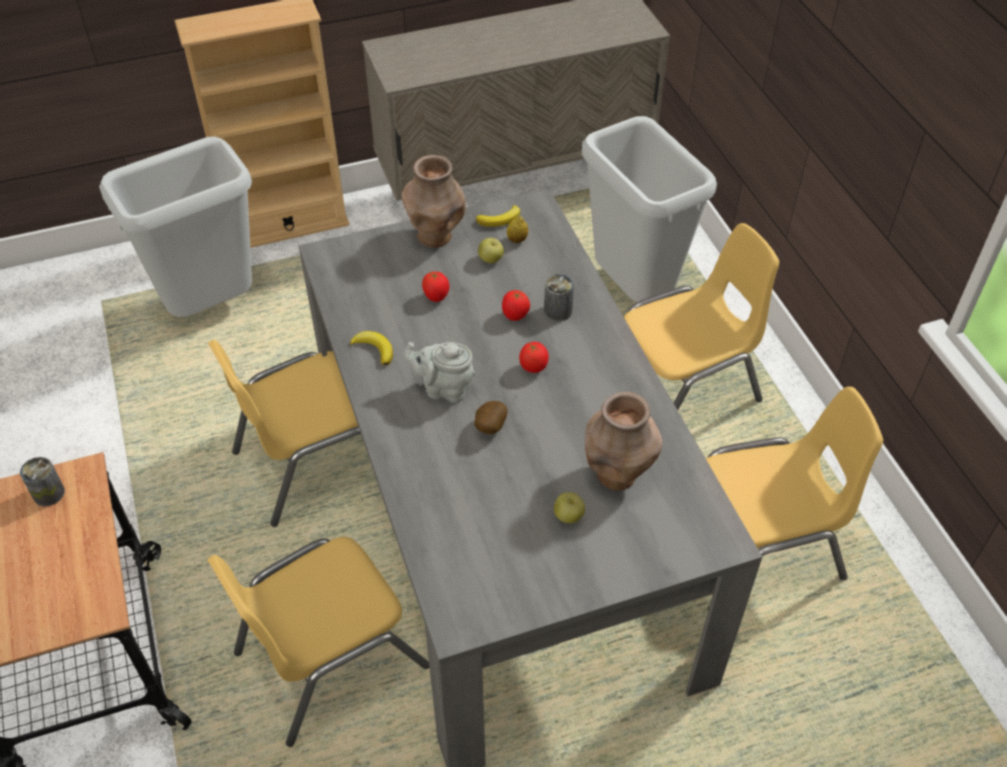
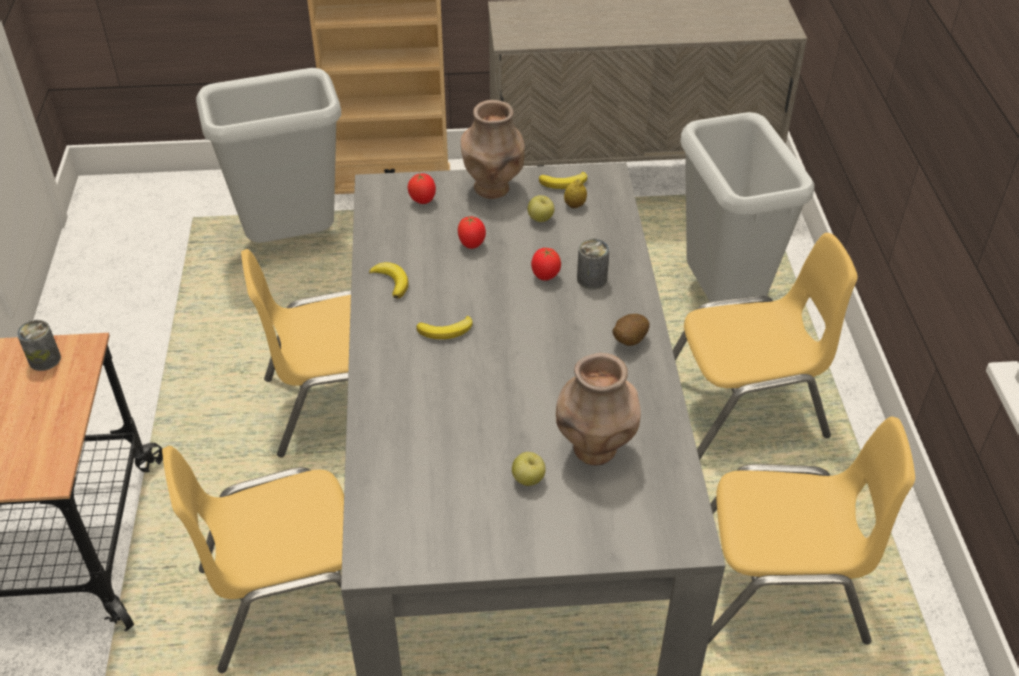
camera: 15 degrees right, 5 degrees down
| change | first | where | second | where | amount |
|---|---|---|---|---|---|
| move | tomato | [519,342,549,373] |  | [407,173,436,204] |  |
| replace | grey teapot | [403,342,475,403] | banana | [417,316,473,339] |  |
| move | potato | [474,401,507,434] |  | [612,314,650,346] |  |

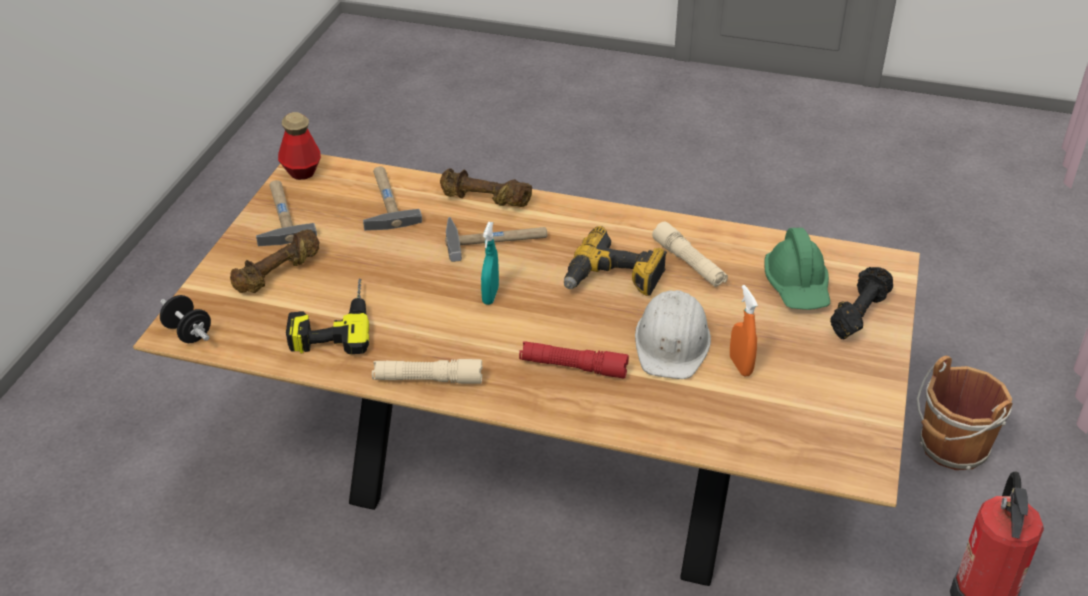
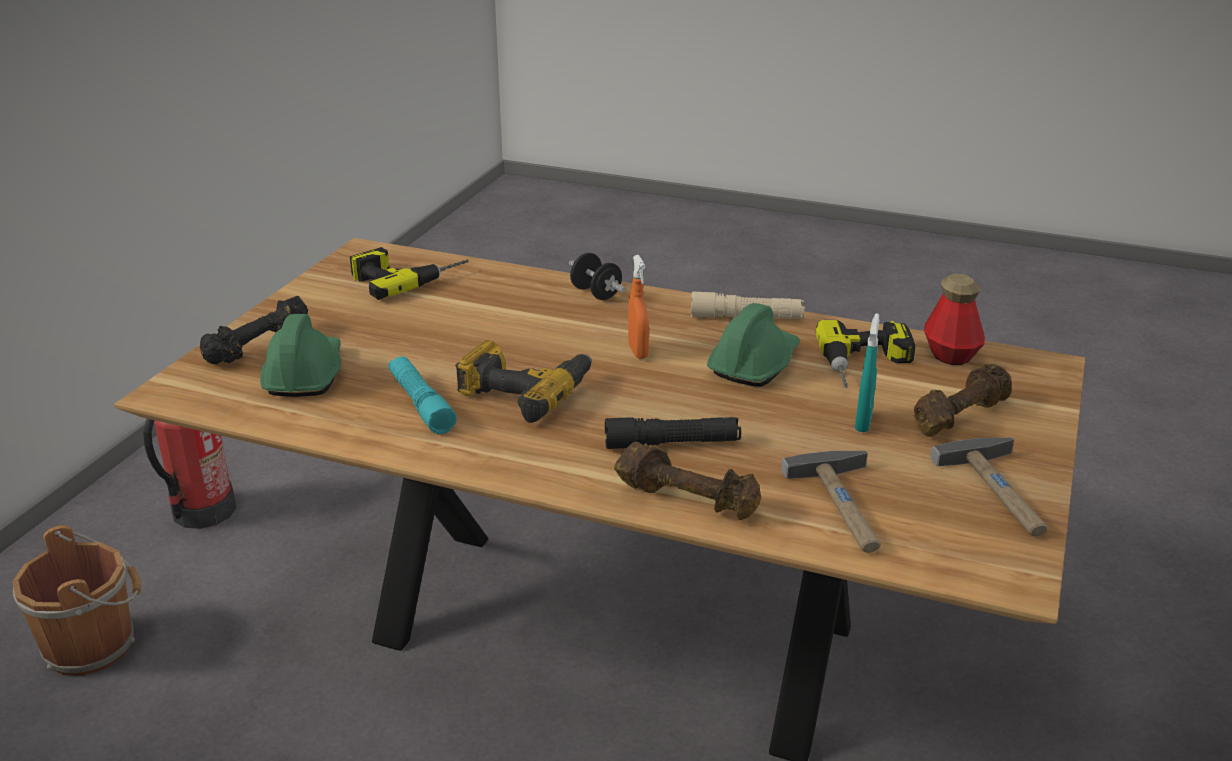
camera: 175 degrees left, 10 degrees down
| change | first | where | second | where | amount |
|---|---|---|---|---|---|
| insert |  |  | power drill | [350,247,469,300] |  |
| recolor | beige flashlight | [652,221,728,287] | turquoise flashlight | [389,357,457,434] |  |
| move | black dumbbell | [160,295,211,343] |  | [569,253,626,300] |  |
| replace | hammer | [445,217,548,262] | black flashlight | [605,417,741,449] |  |
| move | orange spray bottle | [730,285,758,376] |  | [628,255,649,359] |  |
| insert |  |  | green hard hat | [707,303,800,387] |  |
| move | turquoise spray bottle | [481,222,499,305] |  | [855,313,880,432] |  |
| move | bottle | [278,112,321,180] |  | [924,274,985,365] |  |
| delete | red flashlight | [519,341,629,378] |  |  |  |
| delete | white hard hat | [635,290,711,379] |  |  |  |

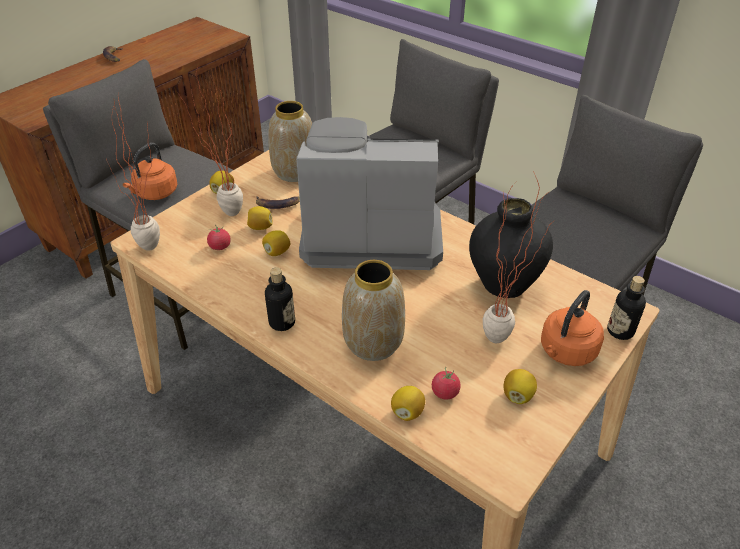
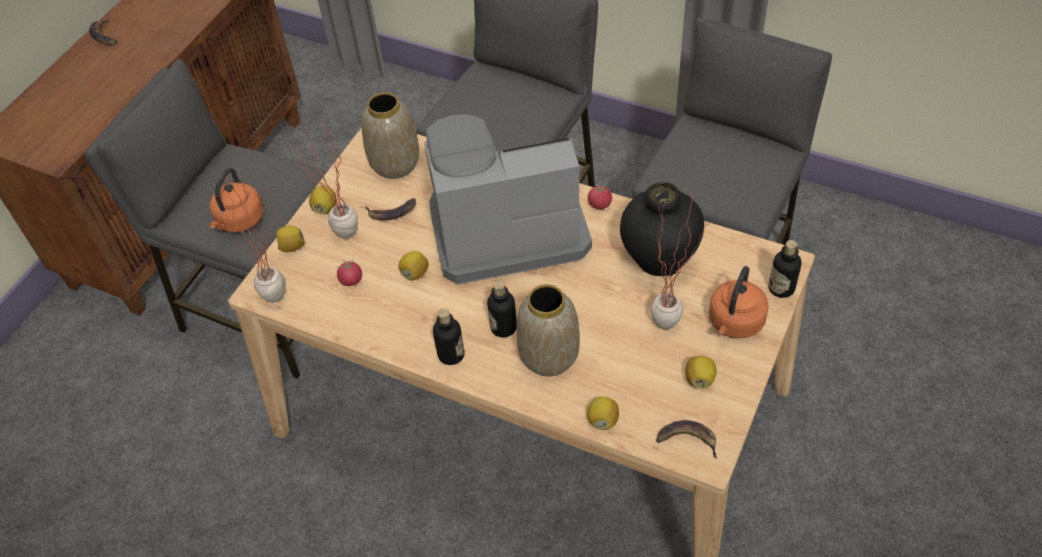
camera: 10 degrees left, 10 degrees up
| change | first | where | second | where | amount |
|---|---|---|---|---|---|
| move | lemon | [247,206,273,230] |  | [276,226,305,252] |  |
| insert |  |  | bottle | [487,281,517,338] |  |
| move | tomato | [432,367,460,400] |  | [588,182,612,209] |  |
| insert |  |  | banana | [656,420,717,459] |  |

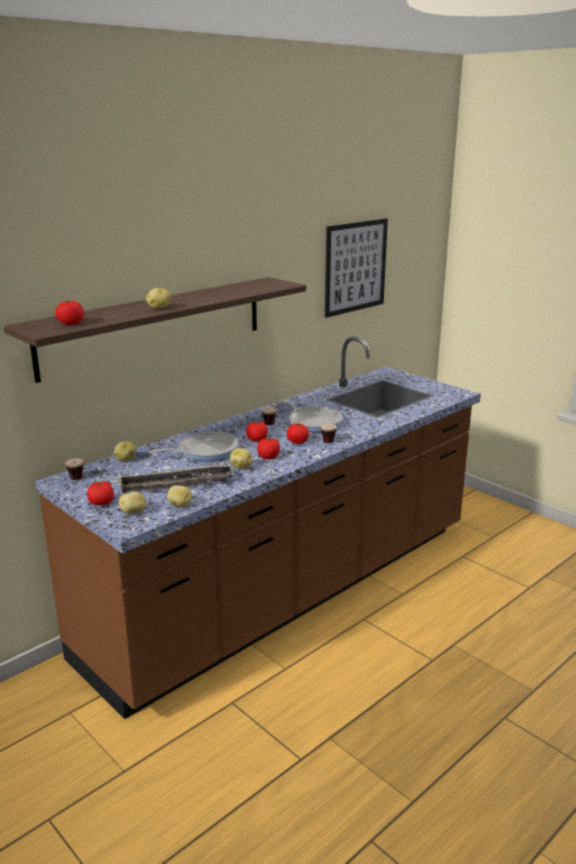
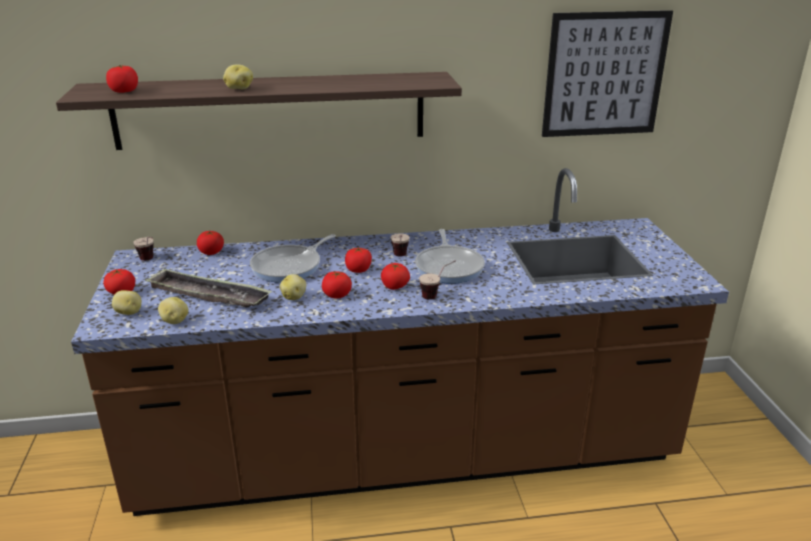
camera: 35 degrees right, 5 degrees up
| change | first | where | second | where | amount |
|---|---|---|---|---|---|
| replace | potato | [114,441,137,461] | tomato | [197,231,224,255] |  |
| rotate | frying pan | [151,432,238,461] |  | [250,234,336,283] | 120 degrees clockwise |

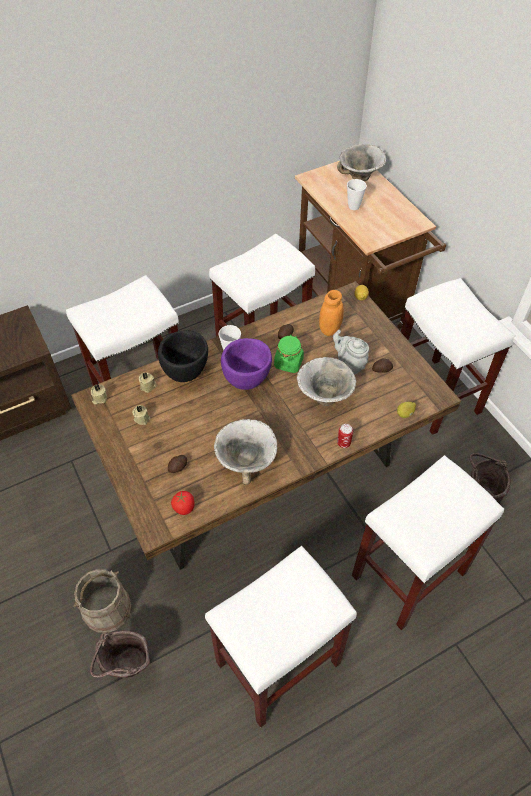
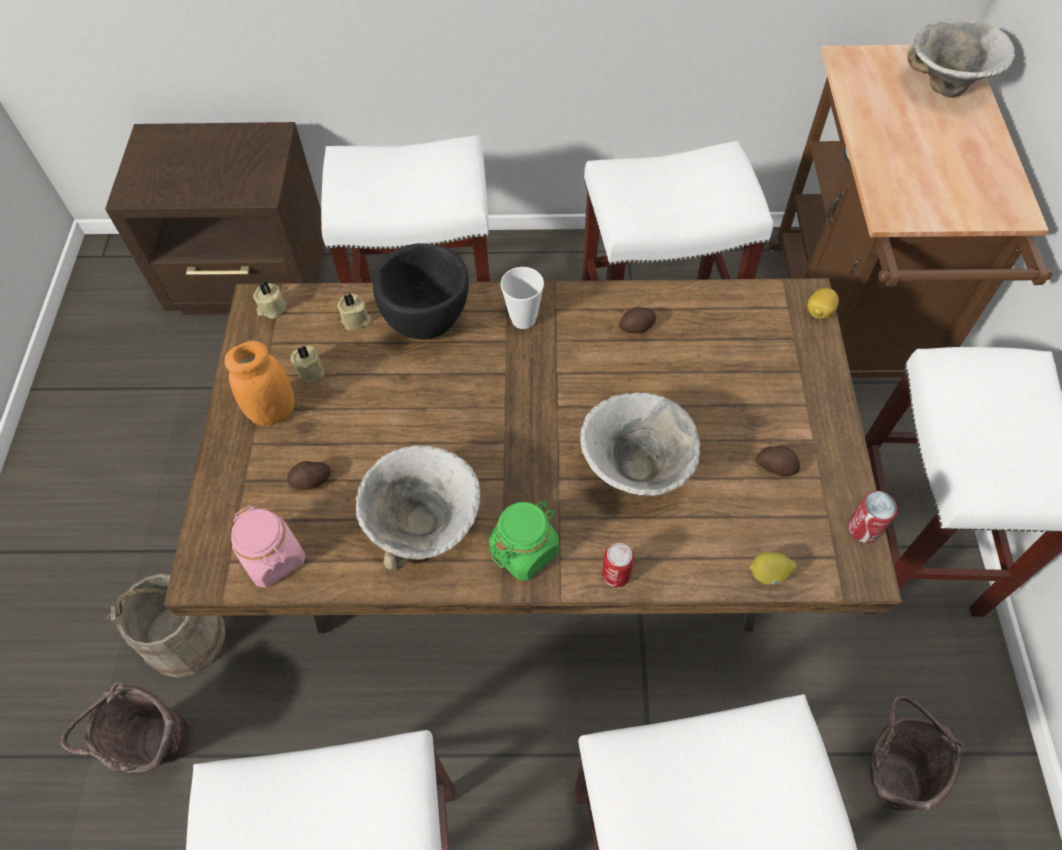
camera: 30 degrees right, 5 degrees up
| change | first | where | second | where | amount |
|---|---|---|---|---|---|
| move | orange jar | [319,290,344,336] |  | [224,341,294,426] |  |
| replace | tomato | [171,491,195,515] | pink jar | [231,506,306,588] |  |
| move | green jar | [274,335,304,373] |  | [489,502,559,581] |  |
| insert |  |  | can | [848,491,898,543] |  |
| delete | purple bowl | [221,338,272,390] |  |  |  |
| delete | grey teapot | [333,330,369,374] |  |  |  |
| delete | cup | [347,179,367,210] |  |  |  |

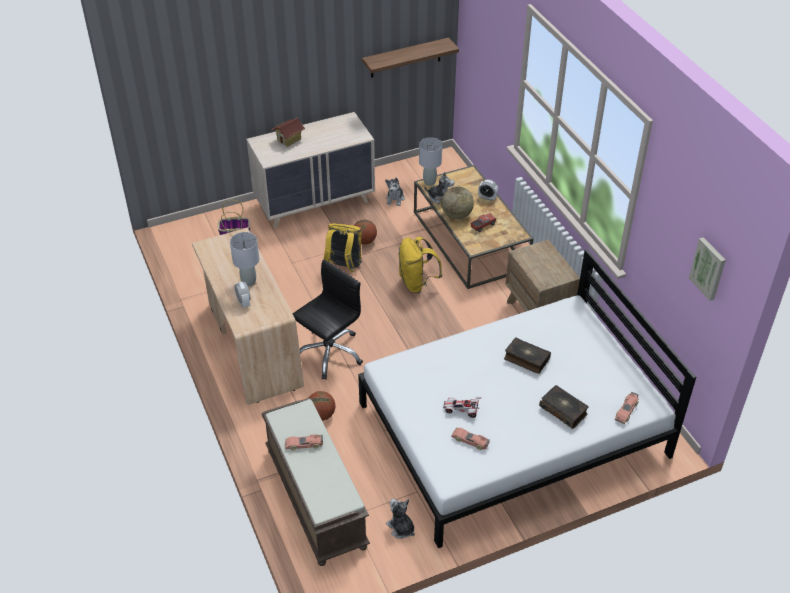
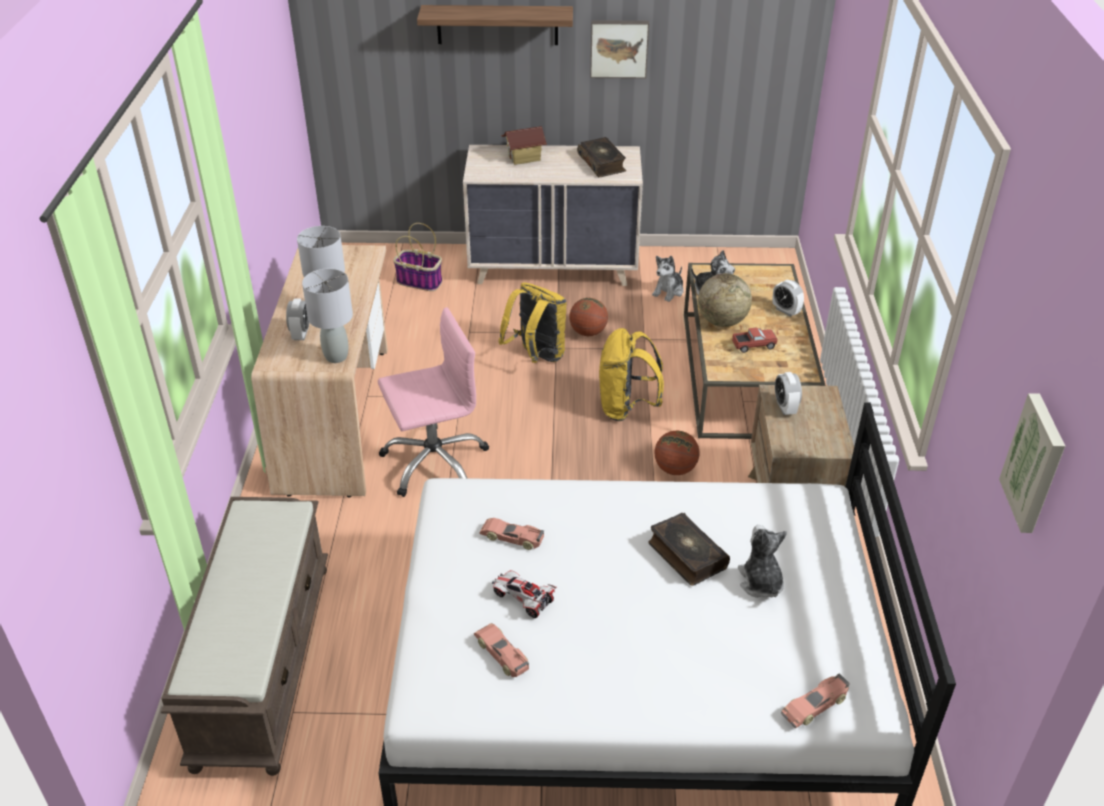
camera: 25 degrees right, 5 degrees down
| change | first | where | second | where | amount |
|---|---|---|---|---|---|
| move | grey table lamp | [419,137,442,186] |  | [302,269,353,363] |  |
| recolor | black office chair | [293,259,363,380] | pink office chair | [378,307,489,497] |  |
| move | shelf | [362,38,459,78] |  | [417,5,573,45] |  |
| move | toy car | [285,434,323,450] |  | [480,518,544,550] |  |
| move | book | [539,385,588,429] |  | [577,137,626,177] |  |
| insert |  |  | picture | [590,20,649,79] |  |
| move | basketball | [309,391,335,421] |  | [655,431,699,475] |  |
| move | plush toy | [386,499,415,539] |  | [738,525,787,598] |  |
| insert |  |  | alarm clock | [775,372,802,415] |  |

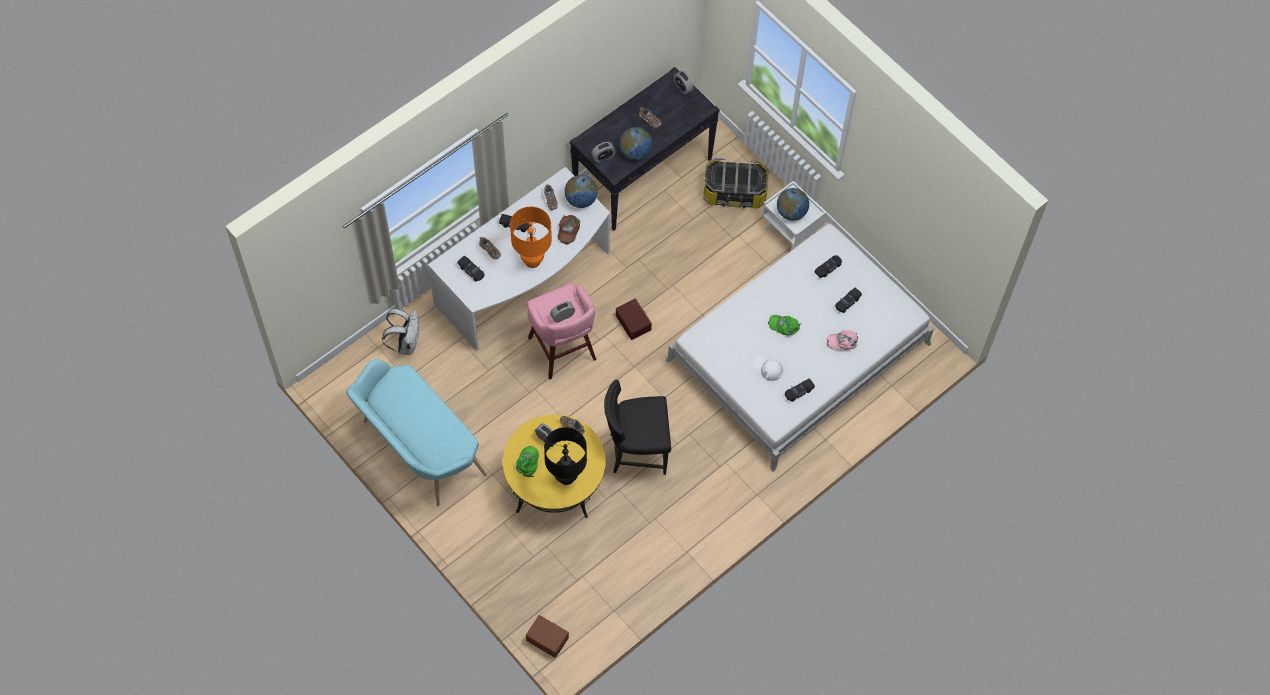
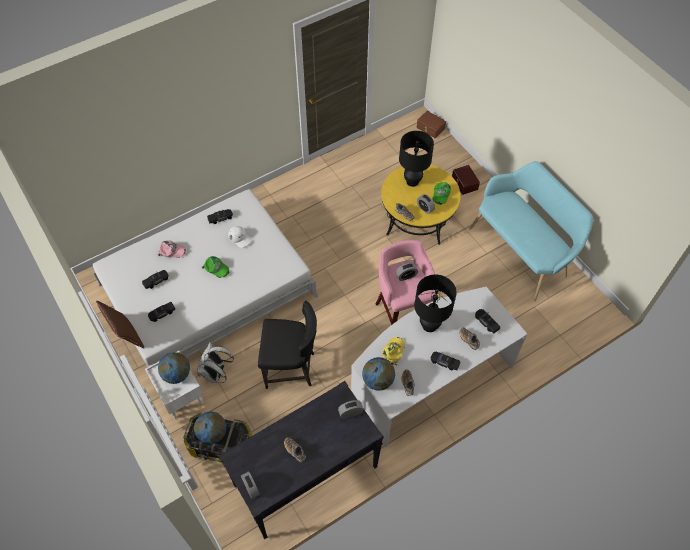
camera: 170 degrees left, 5 degrees down
| change | first | where | second | where | amount |
|---|---|---|---|---|---|
| insert |  |  | brown pillow | [96,301,144,348] |  |
| move | globe | [619,127,652,160] |  | [194,412,226,444] |  |
| move | white backpack | [382,308,419,355] |  | [197,342,234,383] |  |
| move | black chair | [604,380,671,475] |  | [258,301,317,389] |  |
| recolor | brown cap | [558,215,580,245] | yellow cap | [382,337,405,365] |  |
| recolor | orange table lamp | [510,206,552,268] | black table lamp | [414,275,457,332] |  |
| move | brown storage box | [616,299,652,340] |  | [452,165,480,195] |  |

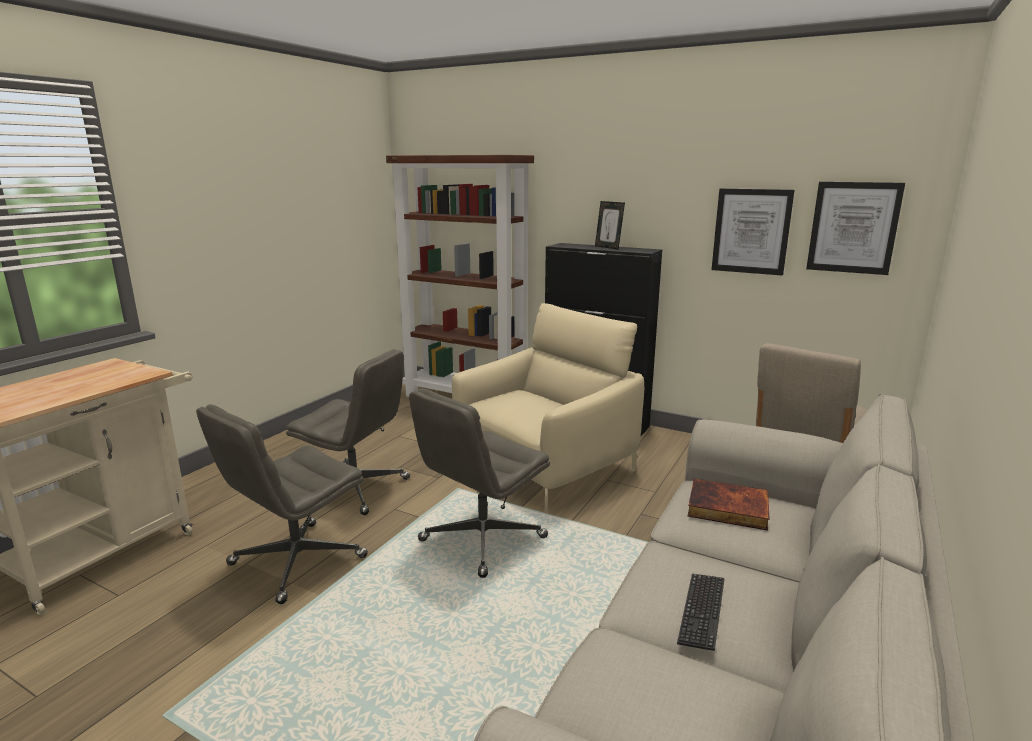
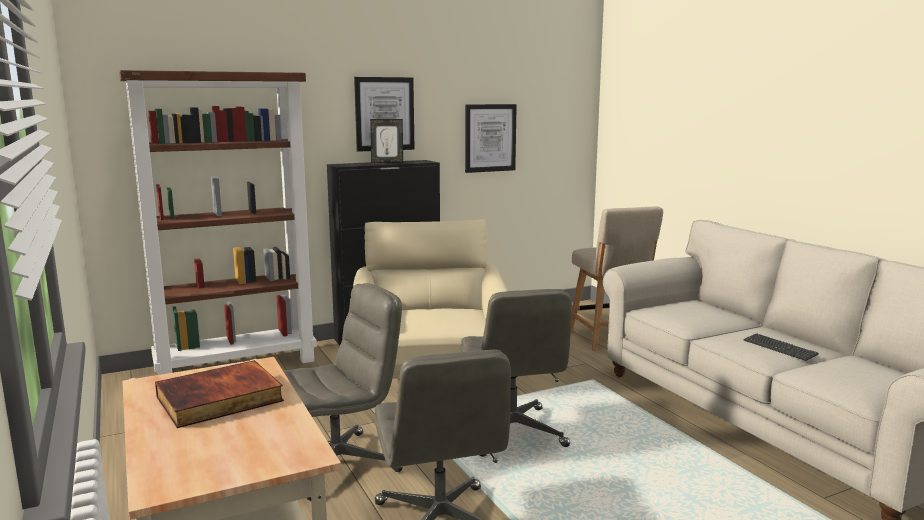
camera: 55 degrees left, 5 degrees down
| change | first | where | second | where | amount |
|---|---|---|---|---|---|
| move | book | [688,478,769,531] |  | [155,360,284,428] |  |
| move | picture | [806,182,905,275] |  | [354,77,415,152] |  |

